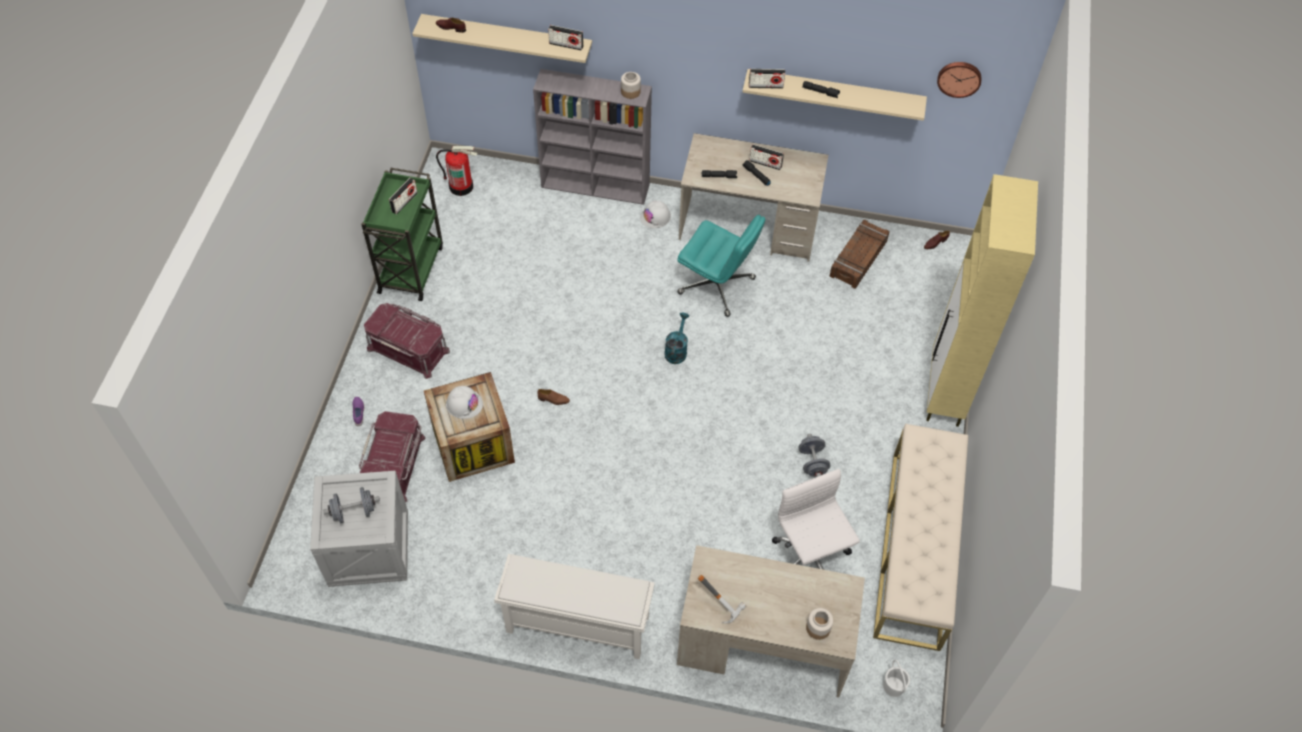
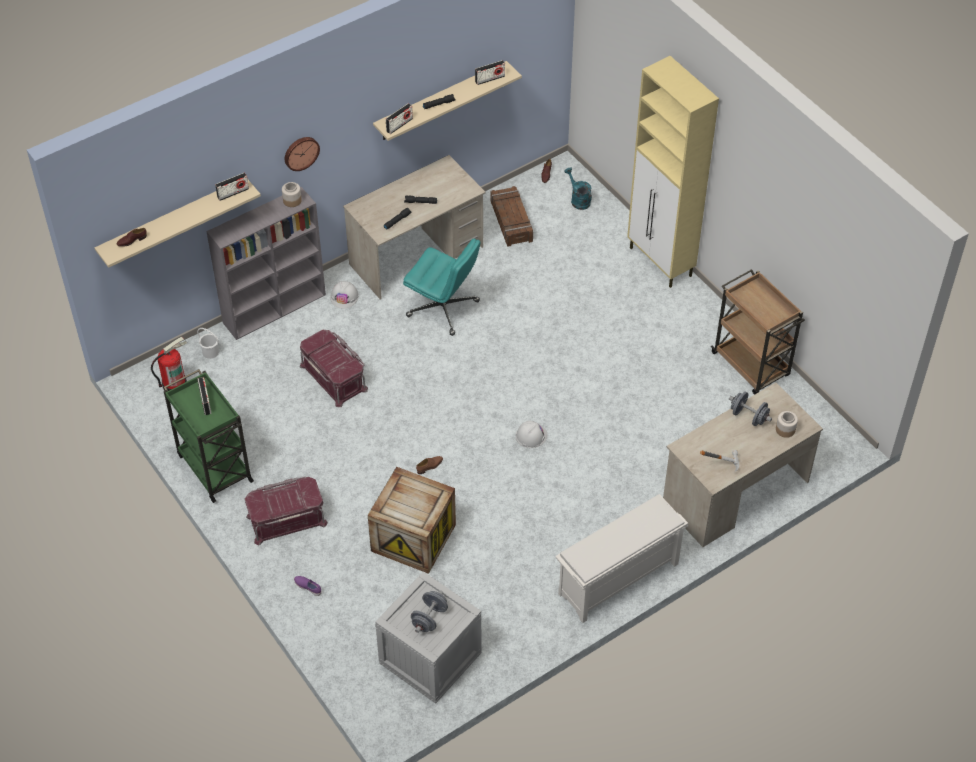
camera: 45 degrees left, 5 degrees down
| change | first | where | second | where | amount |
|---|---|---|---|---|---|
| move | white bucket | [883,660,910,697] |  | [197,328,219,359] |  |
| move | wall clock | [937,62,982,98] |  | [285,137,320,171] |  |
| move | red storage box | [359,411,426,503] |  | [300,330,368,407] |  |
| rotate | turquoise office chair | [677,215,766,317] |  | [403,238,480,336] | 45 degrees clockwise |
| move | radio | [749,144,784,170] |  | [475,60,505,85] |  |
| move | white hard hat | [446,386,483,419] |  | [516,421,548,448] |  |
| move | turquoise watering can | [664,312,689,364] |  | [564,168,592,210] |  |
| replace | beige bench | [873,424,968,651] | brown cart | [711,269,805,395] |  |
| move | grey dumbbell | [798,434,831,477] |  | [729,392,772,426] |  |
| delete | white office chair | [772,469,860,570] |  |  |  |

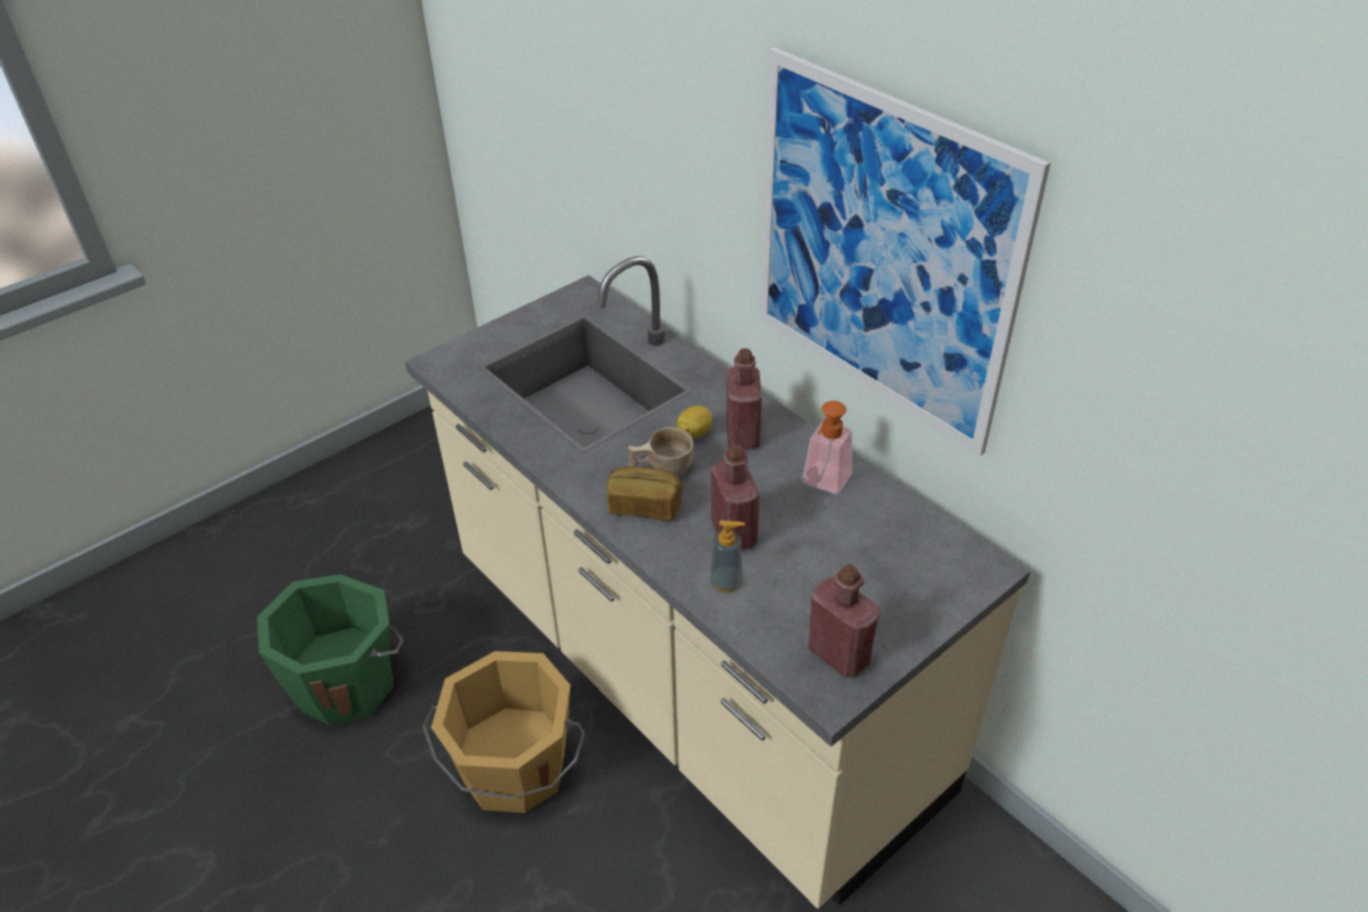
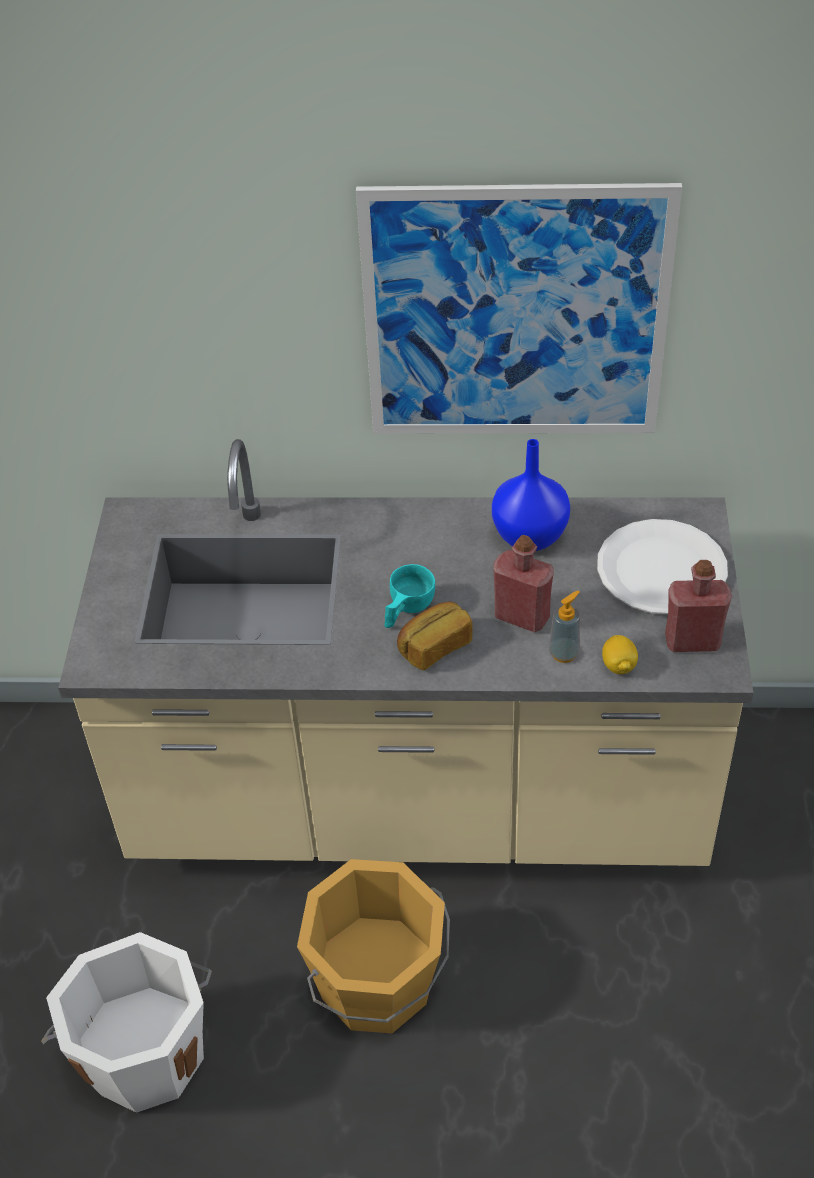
camera: 45 degrees left, 5 degrees up
| change | first | where | second | where | amount |
|---|---|---|---|---|---|
| recolor | green bucket | [257,574,403,726] | white bucket | [41,932,212,1113] |  |
| recolor | beige cup | [628,427,694,476] | turquoise cup | [384,564,435,628] |  |
| replace | soap dispenser | [802,401,852,494] | blue vase | [492,439,570,551] |  |
| insert |  |  | white plate | [597,519,728,614] |  |
| move | lemon | [677,406,712,439] |  | [602,635,638,674] |  |
| delete | red bottle | [726,349,762,450] |  |  |  |

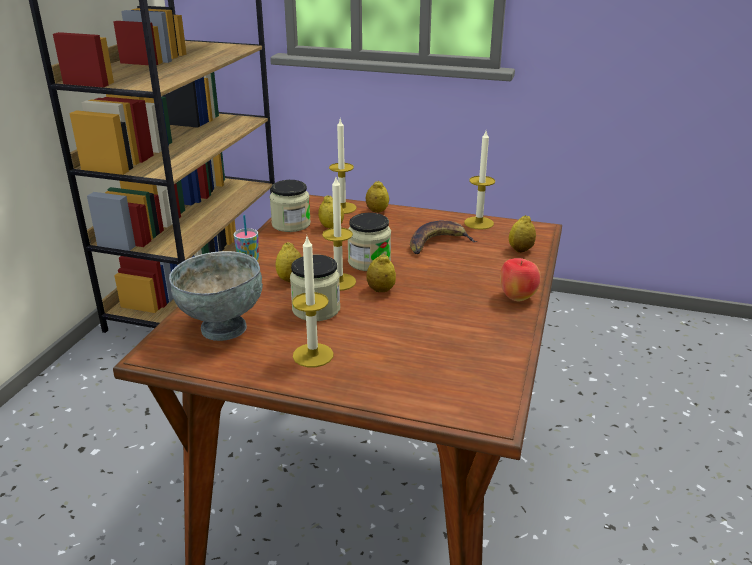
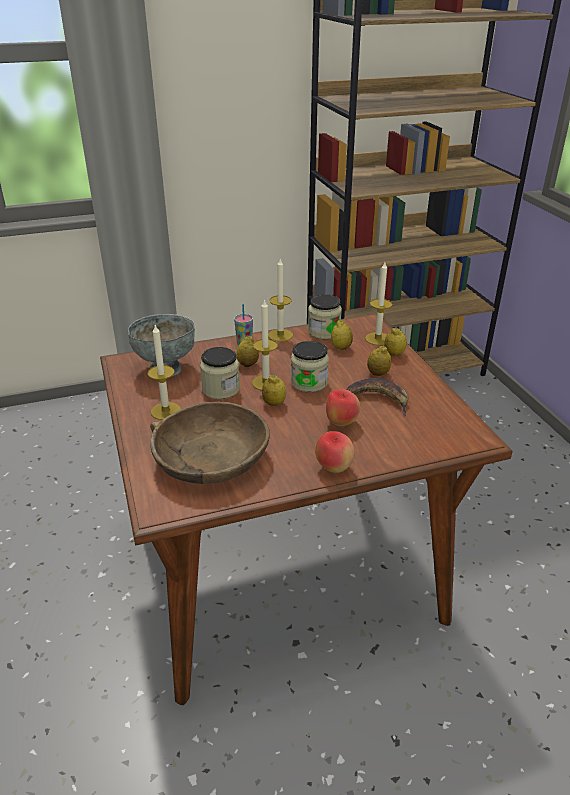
camera: 55 degrees right, 5 degrees up
| change | first | where | second | where | amount |
|---|---|---|---|---|---|
| insert |  |  | brown bowl | [150,402,270,484] |  |
| move | candle | [464,131,495,230] |  | [268,259,293,342] |  |
| insert |  |  | apple | [326,389,360,426] |  |
| move | lemon | [509,215,536,253] |  | [367,346,391,376] |  |

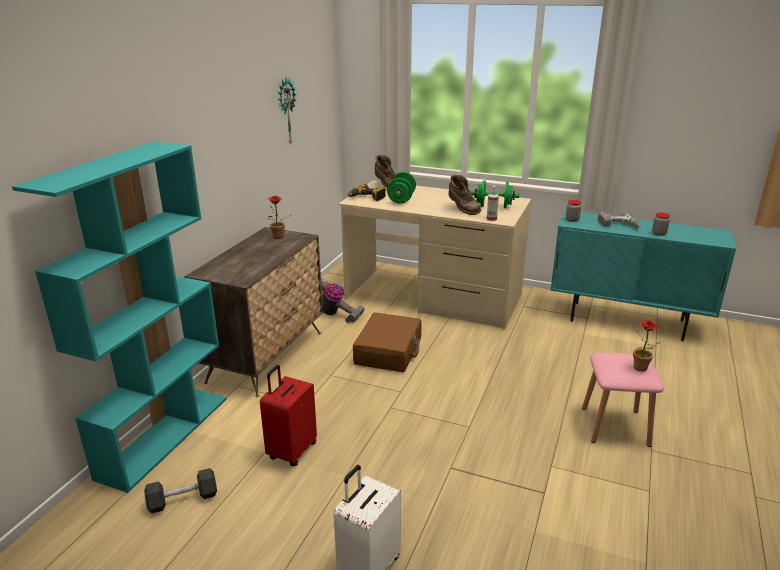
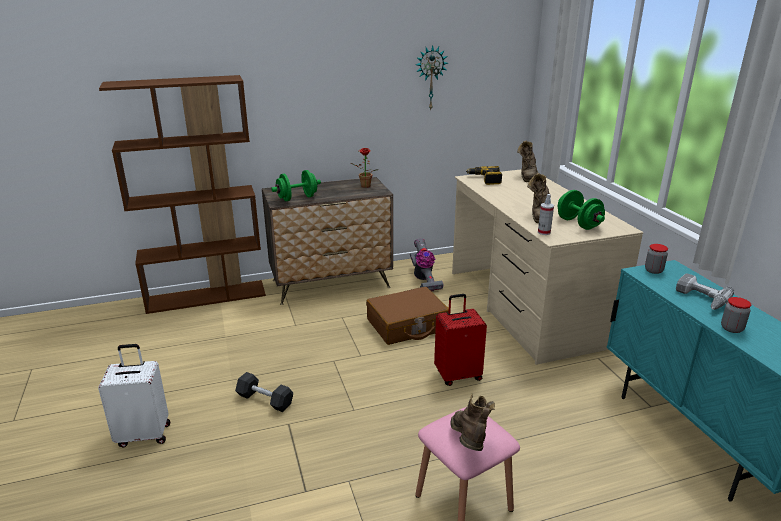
camera: 50 degrees right, 0 degrees up
| change | first | where | second | where | amount |
|---|---|---|---|---|---|
| recolor | turquoise bookcase | [12,141,227,493] | brown bookcase | [99,75,266,314] |  |
| move | black dumbbell | [144,468,217,513] |  | [235,372,293,412] |  |
| move | green dumbbell | [387,172,416,204] |  | [271,170,321,201] |  |
| move | red suitcase | [260,365,317,466] |  | [434,294,487,386] |  |
| replace | potted plant | [633,320,660,371] | brown boot | [450,393,495,451] |  |

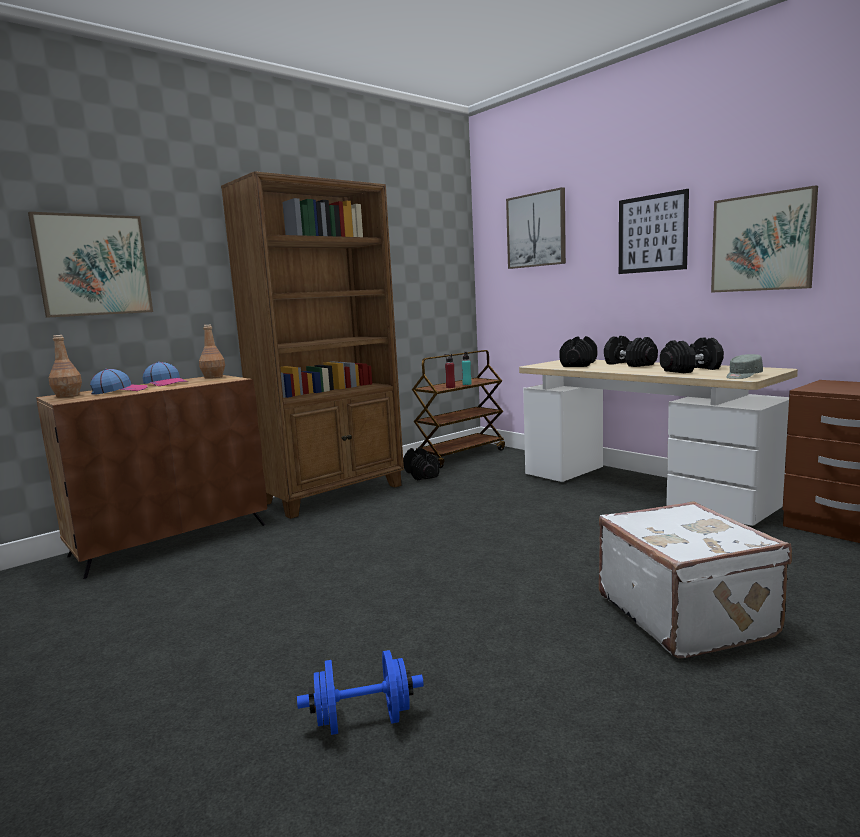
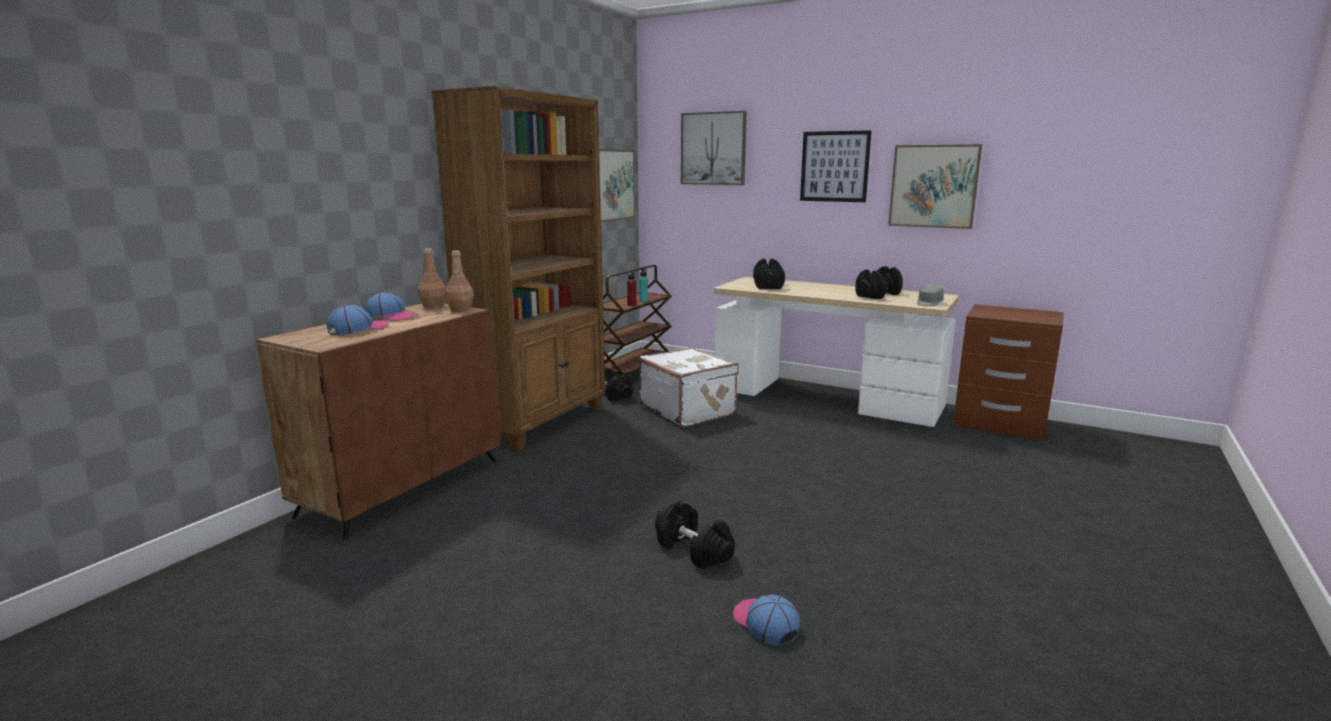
camera: 20 degrees left, 5 degrees up
| change | first | where | second | where | amount |
|---|---|---|---|---|---|
| move | brown bottle | [49,335,82,398] |  | [445,251,474,312] |  |
| move | picture | [28,212,153,318] |  | [599,149,635,222] |  |
| move | white suitcase | [599,501,792,658] |  | [639,347,739,427] |  |
| move | black dumbbell | [604,336,658,367] |  | [655,501,735,569] |  |
| replace | blue dumbbell | [297,650,424,735] | cap | [733,594,800,646] |  |

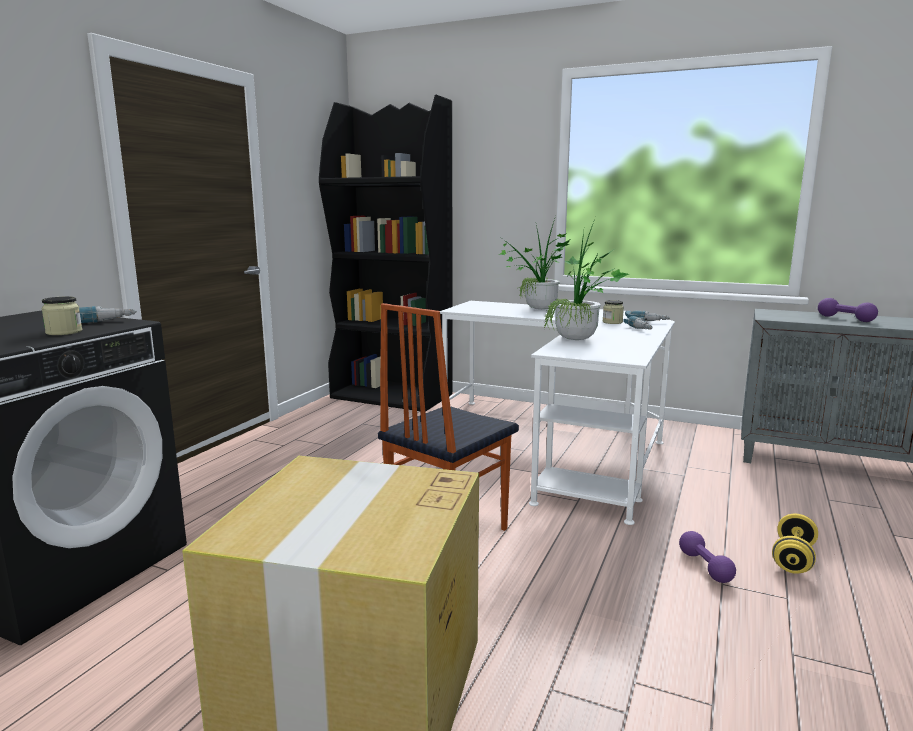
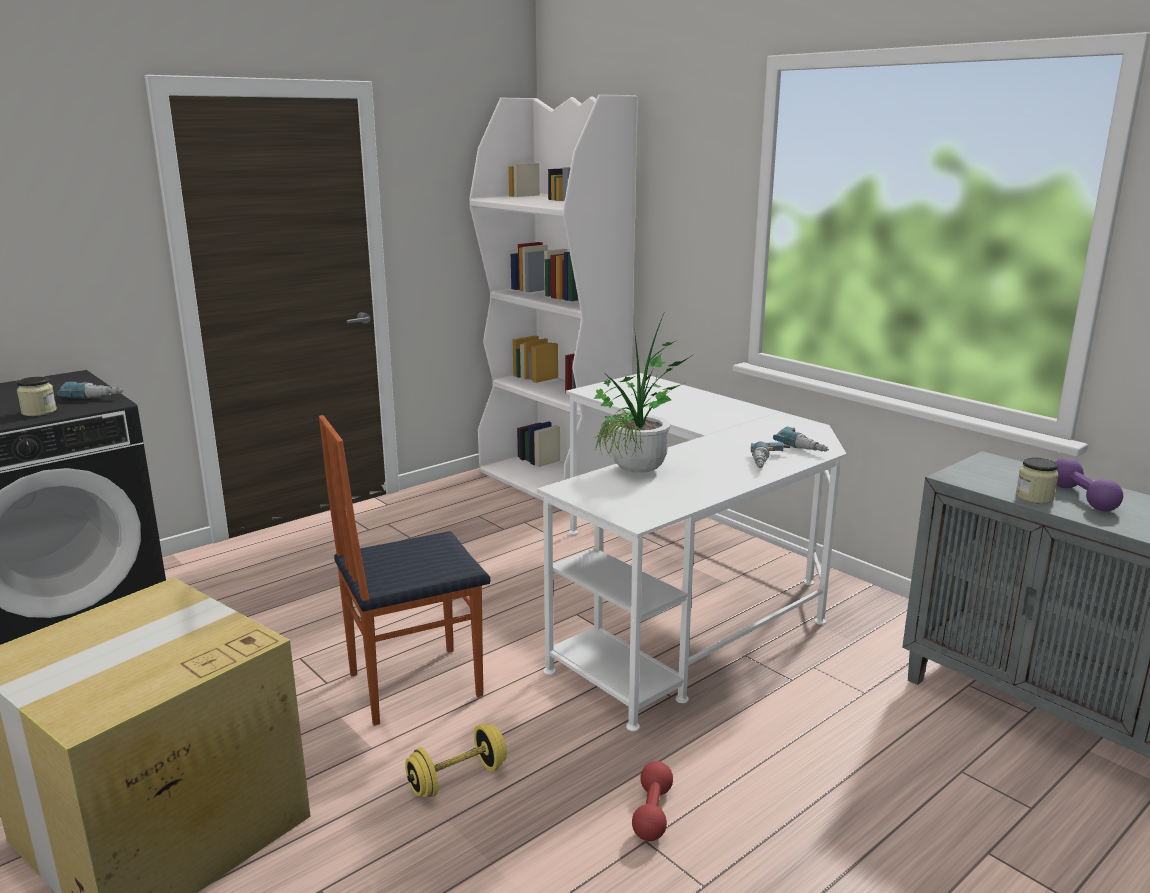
camera: 25 degrees right, 5 degrees up
| change | first | where | second | where | amount |
|---|---|---|---|---|---|
| move | yellow dumbbell | [772,514,818,574] |  | [405,724,507,798] |  |
| recolor | black bookcase | [319,95,453,412] | white bookcase | [469,94,638,512] |  |
| recolor | purple dumbbell | [679,531,736,583] | red dumbbell | [632,761,673,841] |  |
| move | jar | [603,300,624,324] |  | [1016,457,1059,504] |  |
| delete | potted plant | [499,216,570,310] |  |  |  |

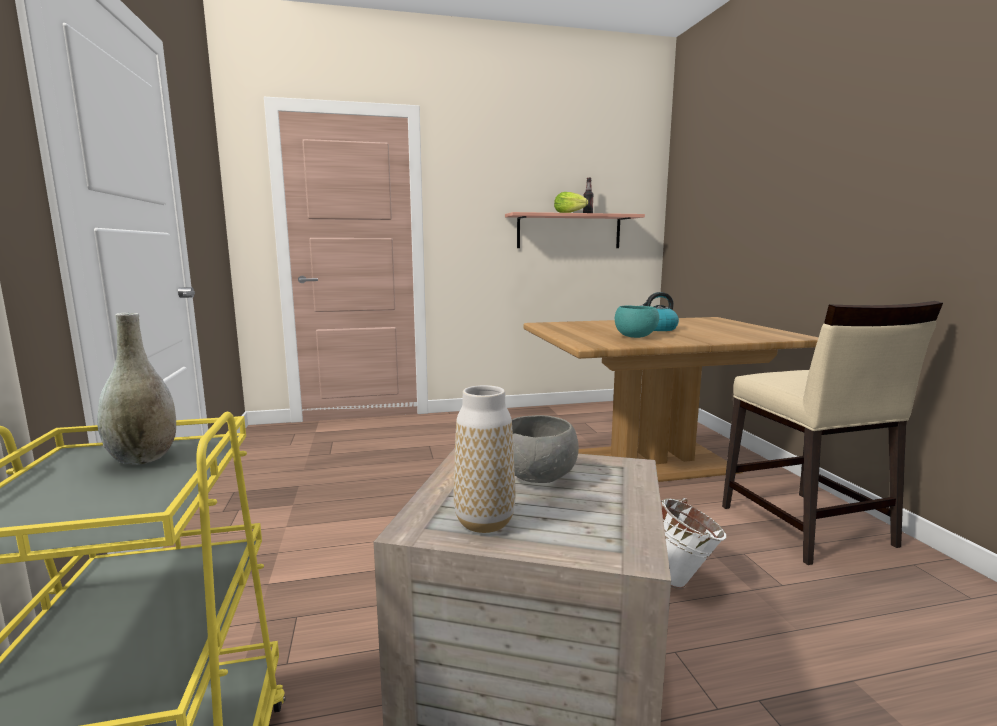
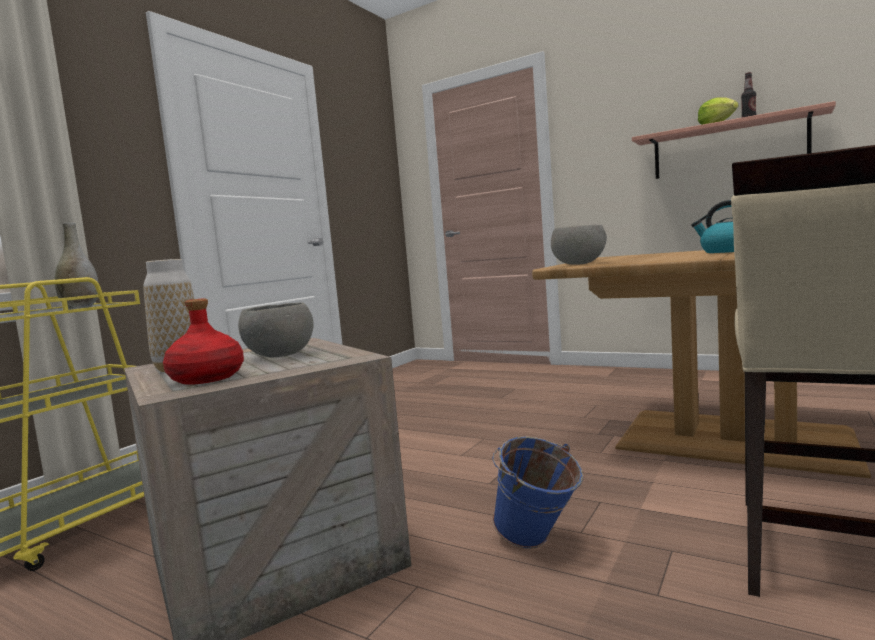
camera: 45 degrees right, 5 degrees down
| change | first | where | second | where | amount |
|---|---|---|---|---|---|
| insert |  |  | red bottle | [163,298,244,385] |  |
| recolor | white bucket | [661,498,726,589] | blue bucket | [492,436,583,549] |  |
| insert |  |  | grey bowl | [551,225,607,265] |  |
| delete | turquoise bowl | [615,306,659,338] |  |  |  |

